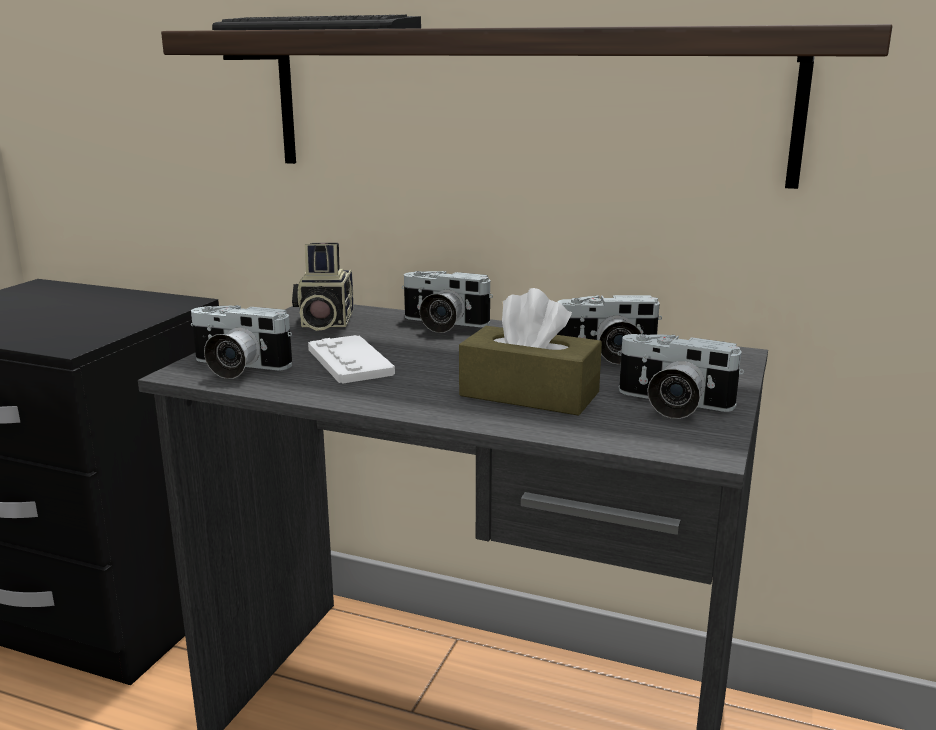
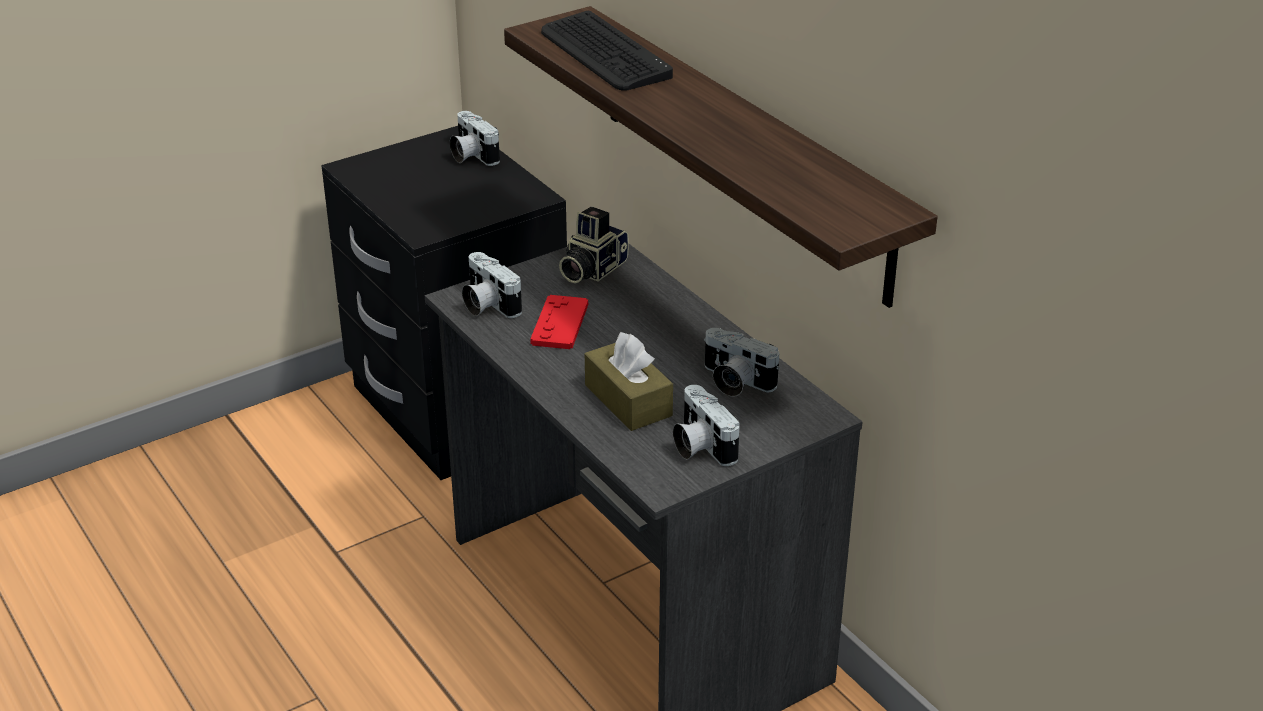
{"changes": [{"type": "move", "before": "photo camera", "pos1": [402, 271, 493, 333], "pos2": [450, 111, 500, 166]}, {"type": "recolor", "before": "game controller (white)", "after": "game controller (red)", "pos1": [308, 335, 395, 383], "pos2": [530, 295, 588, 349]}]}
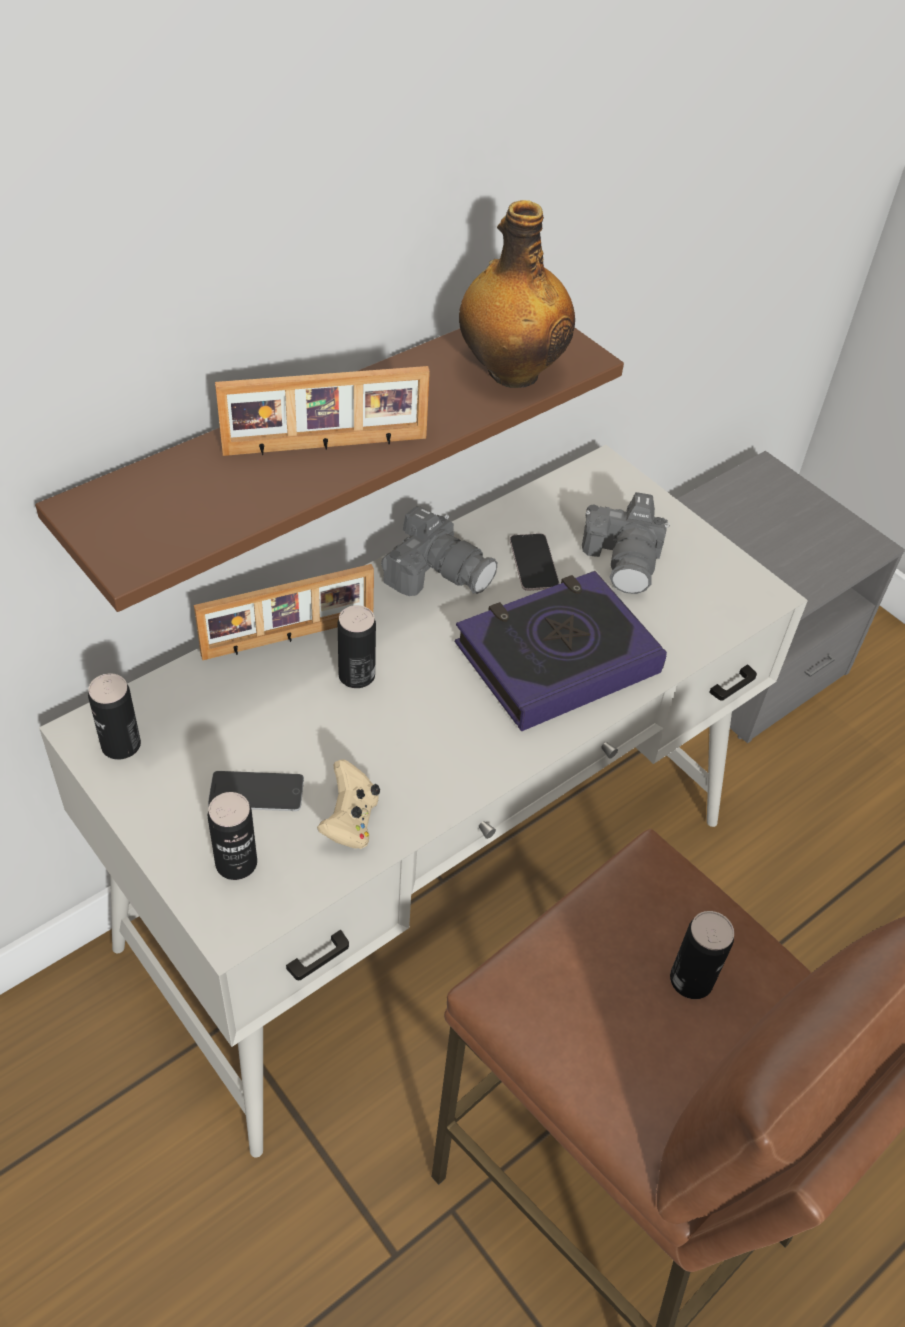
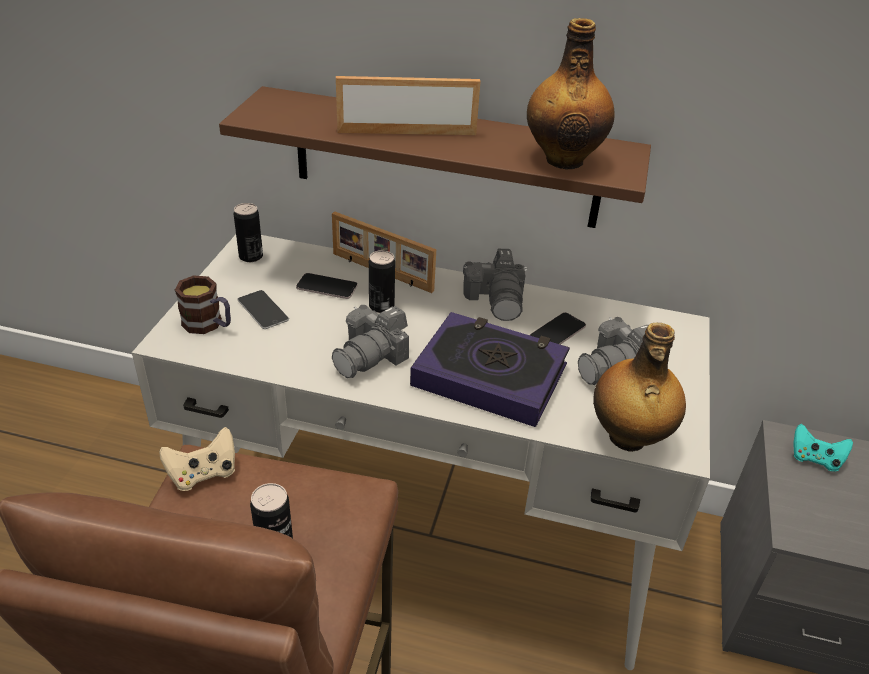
{"changes": [{"type": "move", "before": "game controller (beige)", "pos1": [317, 759, 380, 849], "pos2": [159, 427, 235, 491]}, {"type": "replace", "before": "can", "after": "mug", "pos1": [208, 792, 257, 880], "pos2": [175, 275, 231, 334]}, {"type": "insert", "after": "phone", "pos2": [296, 273, 358, 299]}, {"type": "insert", "after": "photo camera", "pos2": [332, 305, 409, 378]}, {"type": "rotate", "before": "picture frame", "pos1": [215, 366, 430, 456], "pos2": [336, 76, 481, 135], "turn": 135}, {"type": "insert", "after": "bottle", "pos2": [593, 323, 686, 452]}, {"type": "insert", "after": "game controller (turquoise)", "pos2": [793, 424, 853, 472]}]}
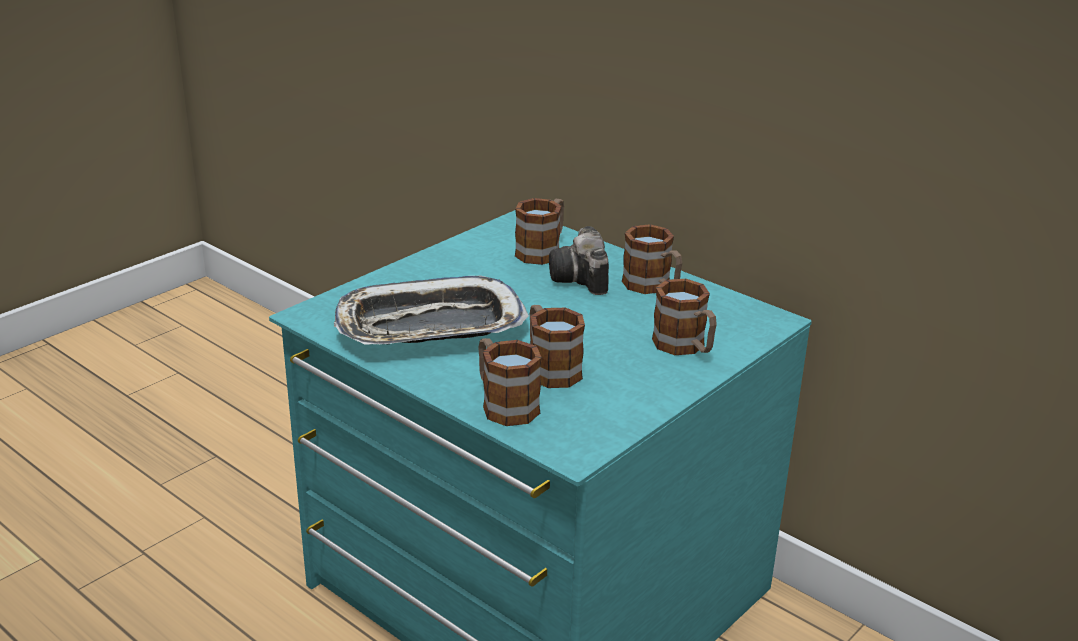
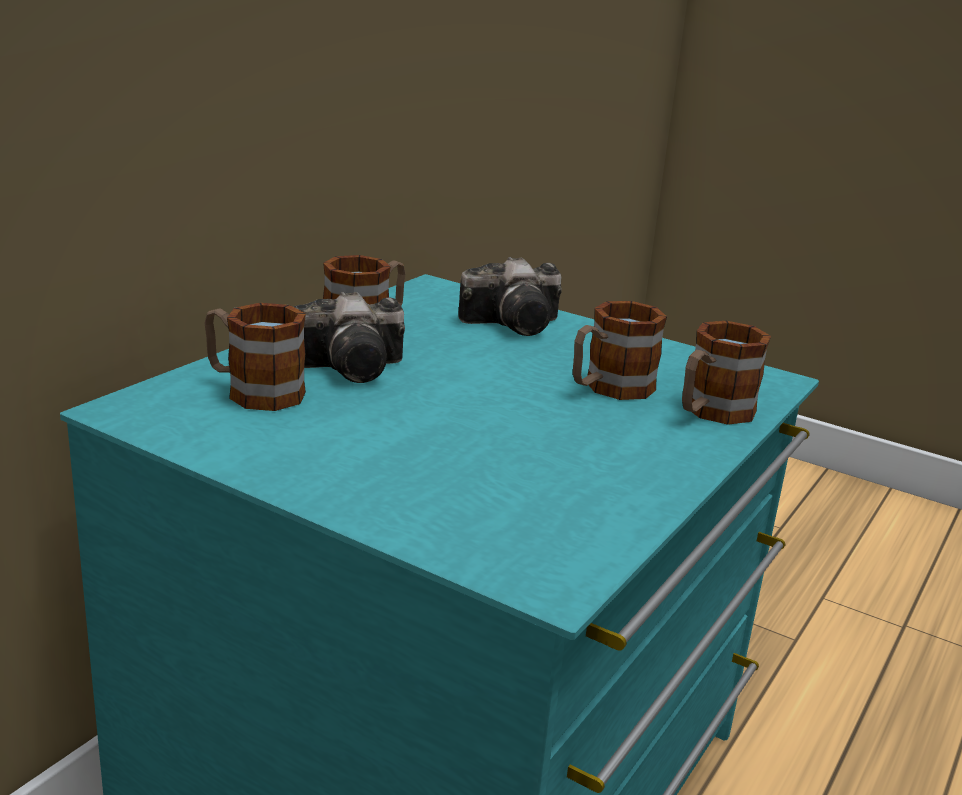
{"changes": [{"type": "replace", "before": "mug", "after": "photo camera", "pos1": [652, 279, 717, 355], "pos2": [458, 257, 562, 336]}, {"type": "delete", "before": "tray", "pos1": [334, 275, 529, 345]}]}
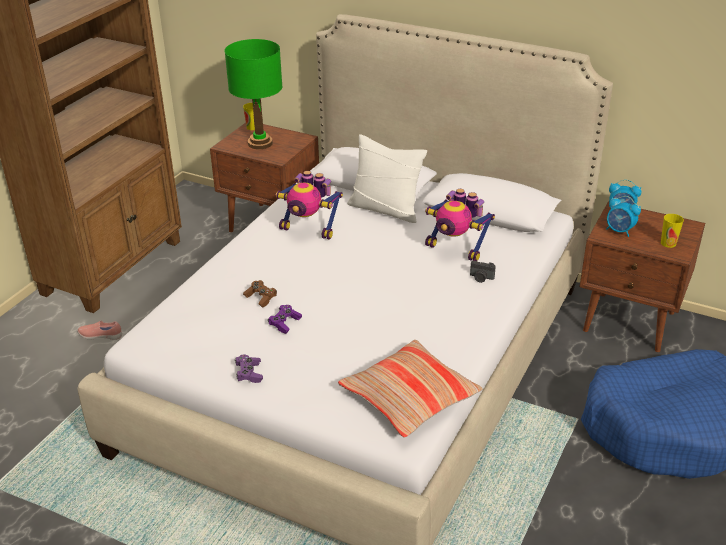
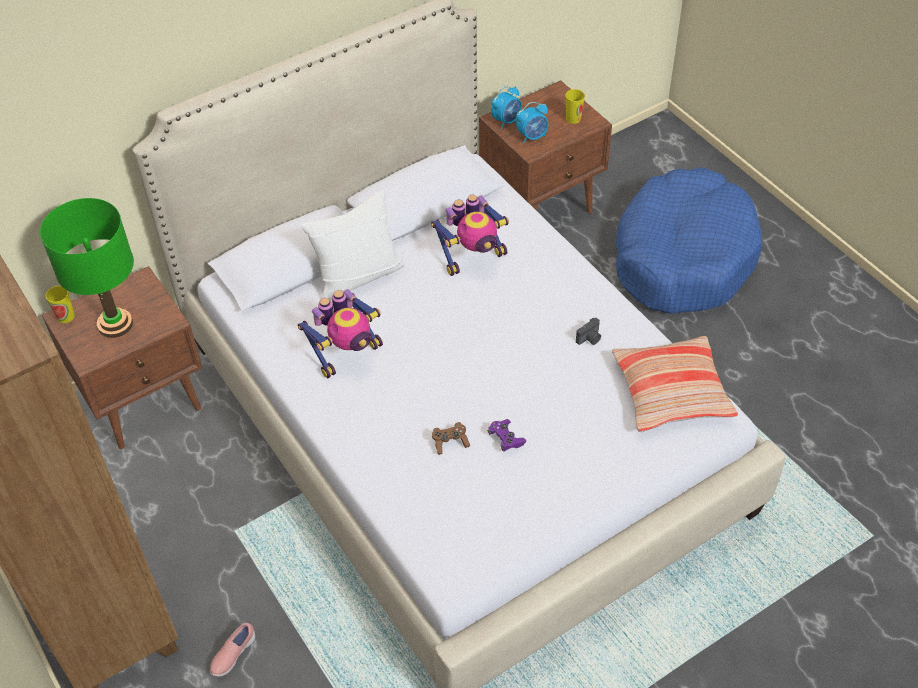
{"changes": [{"type": "move", "before": "photo camera", "pos1": [470, 261, 496, 283], "pos2": [576, 318, 601, 345]}, {"type": "delete", "before": "game controller (purple)", "pos1": [235, 354, 263, 383]}]}
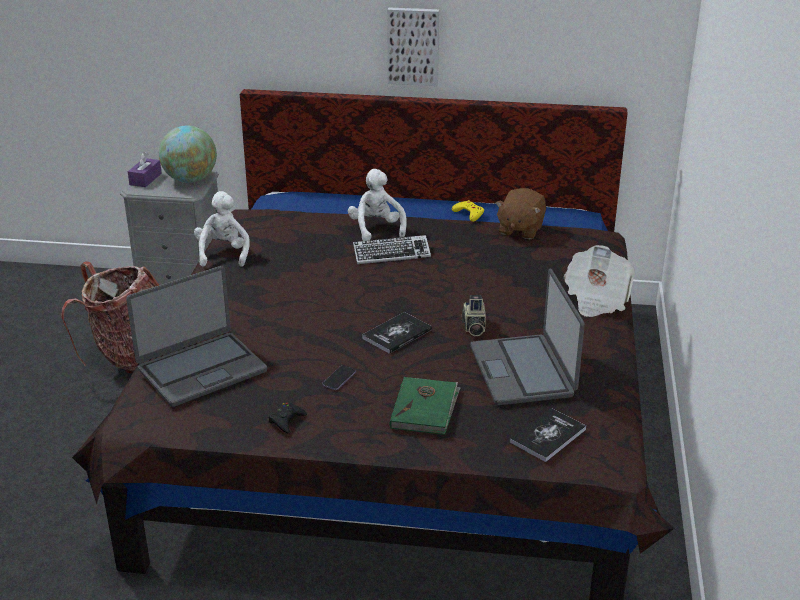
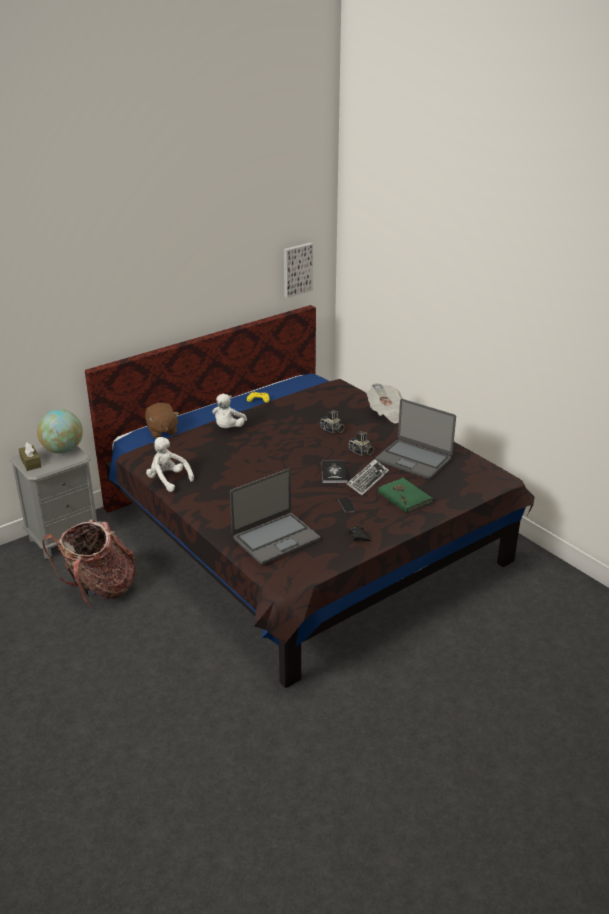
{"changes": [{"type": "recolor", "before": "tissue box (purple)", "after": "tissue box (brown)", "pos1": [128, 152, 162, 187], "pos2": [19, 442, 41, 471]}, {"type": "move", "before": "plush toy (brown)", "pos1": [496, 188, 546, 239], "pos2": [145, 403, 179, 438]}, {"type": "rotate", "before": "plush toy (white)", "pos1": [348, 169, 407, 241], "pos2": [212, 394, 247, 428], "turn": -105}, {"type": "rotate", "before": "laptop", "pos1": [126, 266, 267, 407], "pos2": [230, 469, 320, 565], "turn": 45}, {"type": "move", "before": "picture", "pos1": [387, 7, 439, 86], "pos2": [284, 243, 313, 298]}, {"type": "insert", "after": "photo camera", "pos2": [320, 410, 344, 433]}, {"type": "move", "before": "keyboard", "pos1": [353, 235, 431, 264], "pos2": [347, 459, 389, 496]}, {"type": "delete", "before": "book", "pos1": [510, 408, 586, 462]}]}
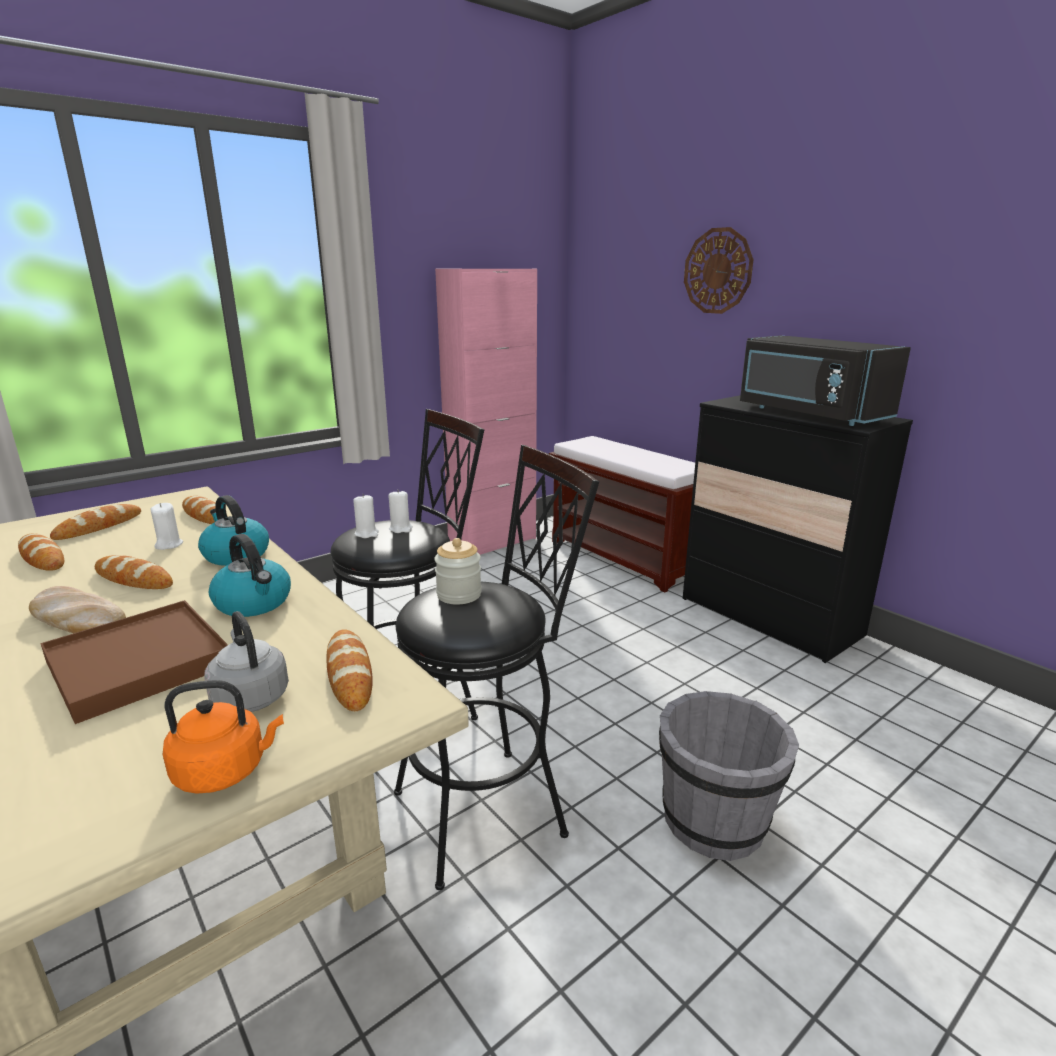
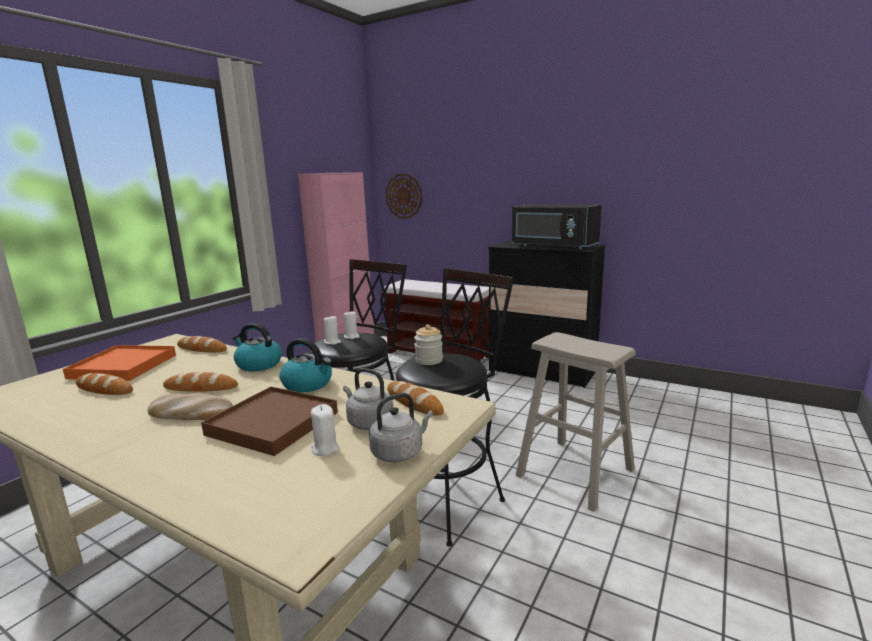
{"changes": [{"type": "replace", "before": "bread", "after": "tray (orange)", "pos1": [50, 504, 141, 540], "pos2": [63, 345, 176, 381]}, {"type": "move", "before": "candle (white)", "pos1": [151, 503, 183, 550], "pos2": [311, 404, 339, 456]}, {"type": "recolor", "before": "kettle (orange)", "after": "kettle (grey)", "pos1": [163, 680, 284, 794], "pos2": [369, 393, 433, 463]}, {"type": "move", "before": "wall clock", "pos1": [684, 227, 754, 314], "pos2": [386, 174, 422, 219]}, {"type": "replace", "before": "bucket (grey)", "after": "stool (beige)", "pos1": [659, 691, 799, 861], "pos2": [515, 332, 636, 512]}]}
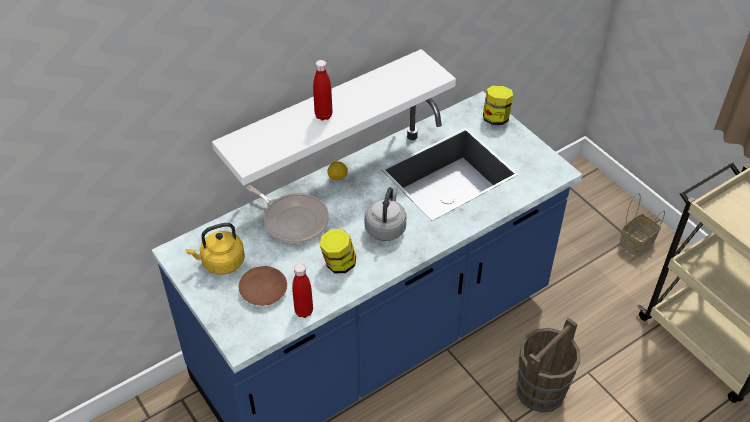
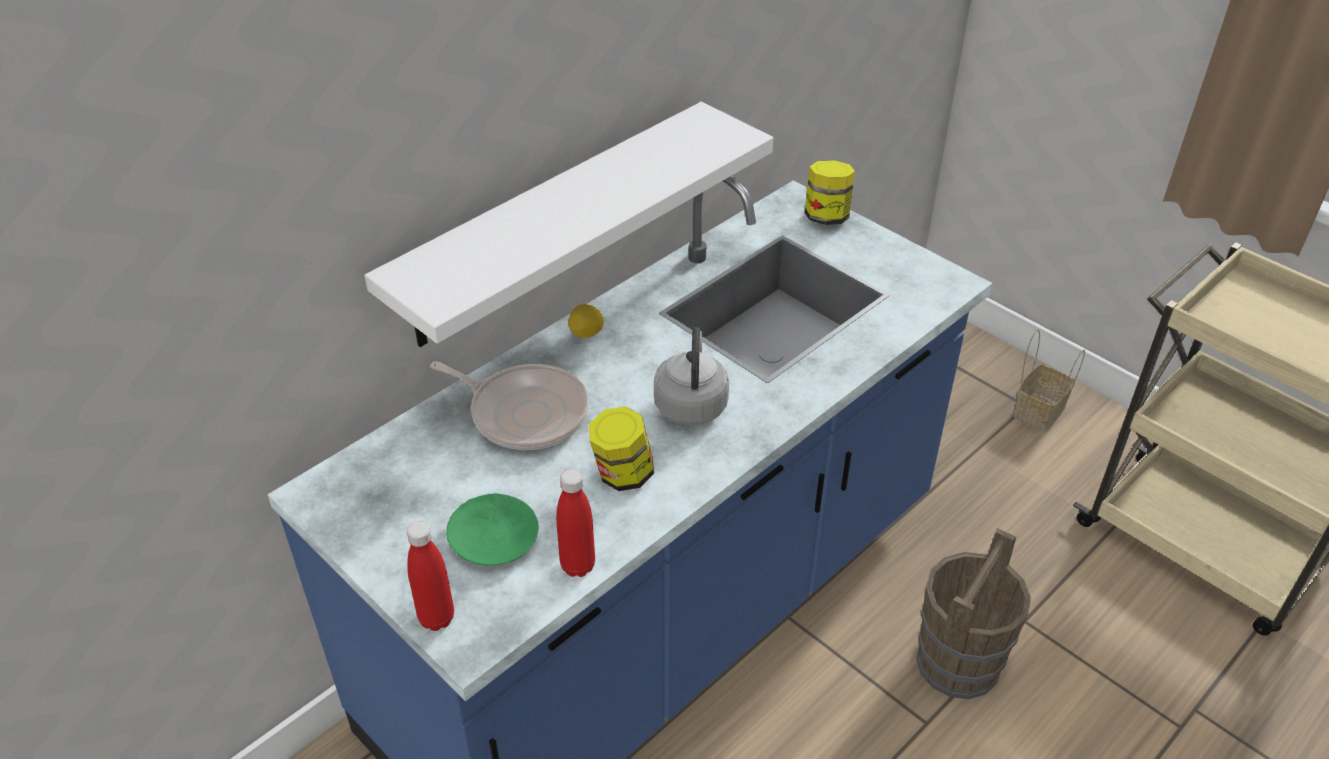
{"changes": [{"type": "move", "before": "bottle (red)", "pos1": [313, 60, 332, 120], "pos2": [407, 521, 454, 631]}, {"type": "recolor", "before": "plate (brown)", "after": "plate (green)", "pos1": [239, 266, 287, 306], "pos2": [446, 493, 539, 566]}, {"type": "delete", "before": "kettle (yellow)", "pos1": [186, 223, 245, 275]}]}
